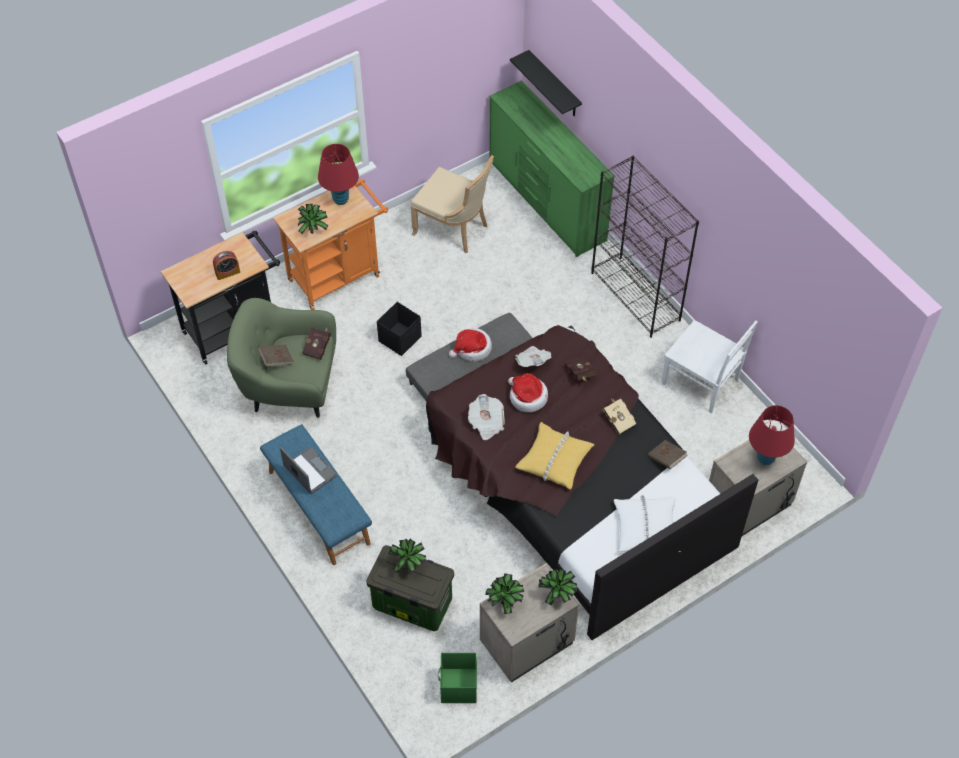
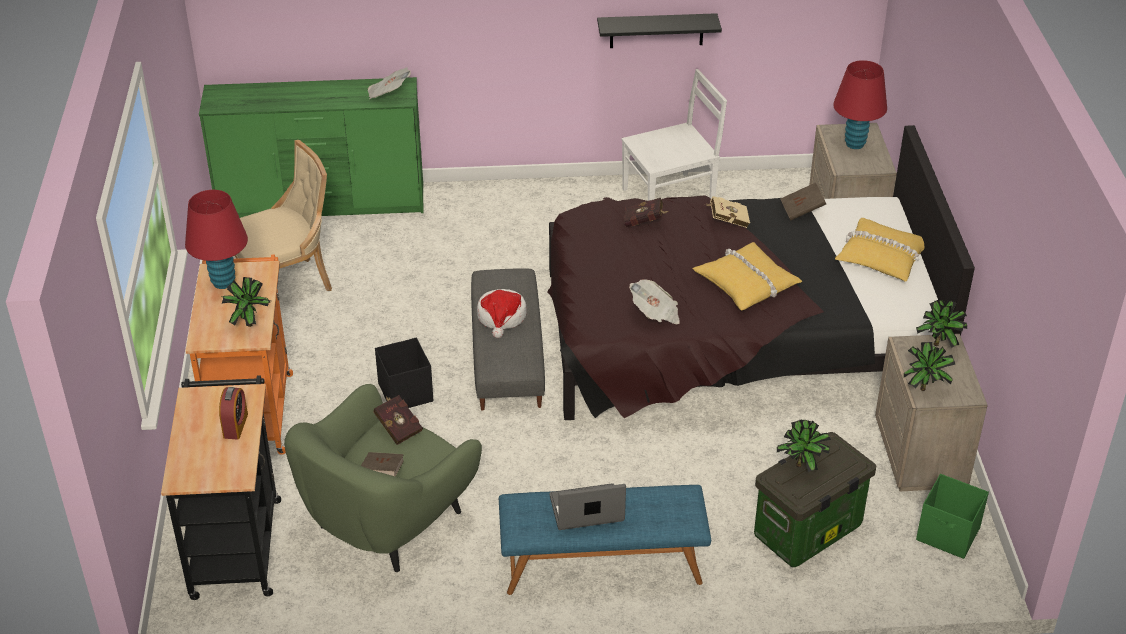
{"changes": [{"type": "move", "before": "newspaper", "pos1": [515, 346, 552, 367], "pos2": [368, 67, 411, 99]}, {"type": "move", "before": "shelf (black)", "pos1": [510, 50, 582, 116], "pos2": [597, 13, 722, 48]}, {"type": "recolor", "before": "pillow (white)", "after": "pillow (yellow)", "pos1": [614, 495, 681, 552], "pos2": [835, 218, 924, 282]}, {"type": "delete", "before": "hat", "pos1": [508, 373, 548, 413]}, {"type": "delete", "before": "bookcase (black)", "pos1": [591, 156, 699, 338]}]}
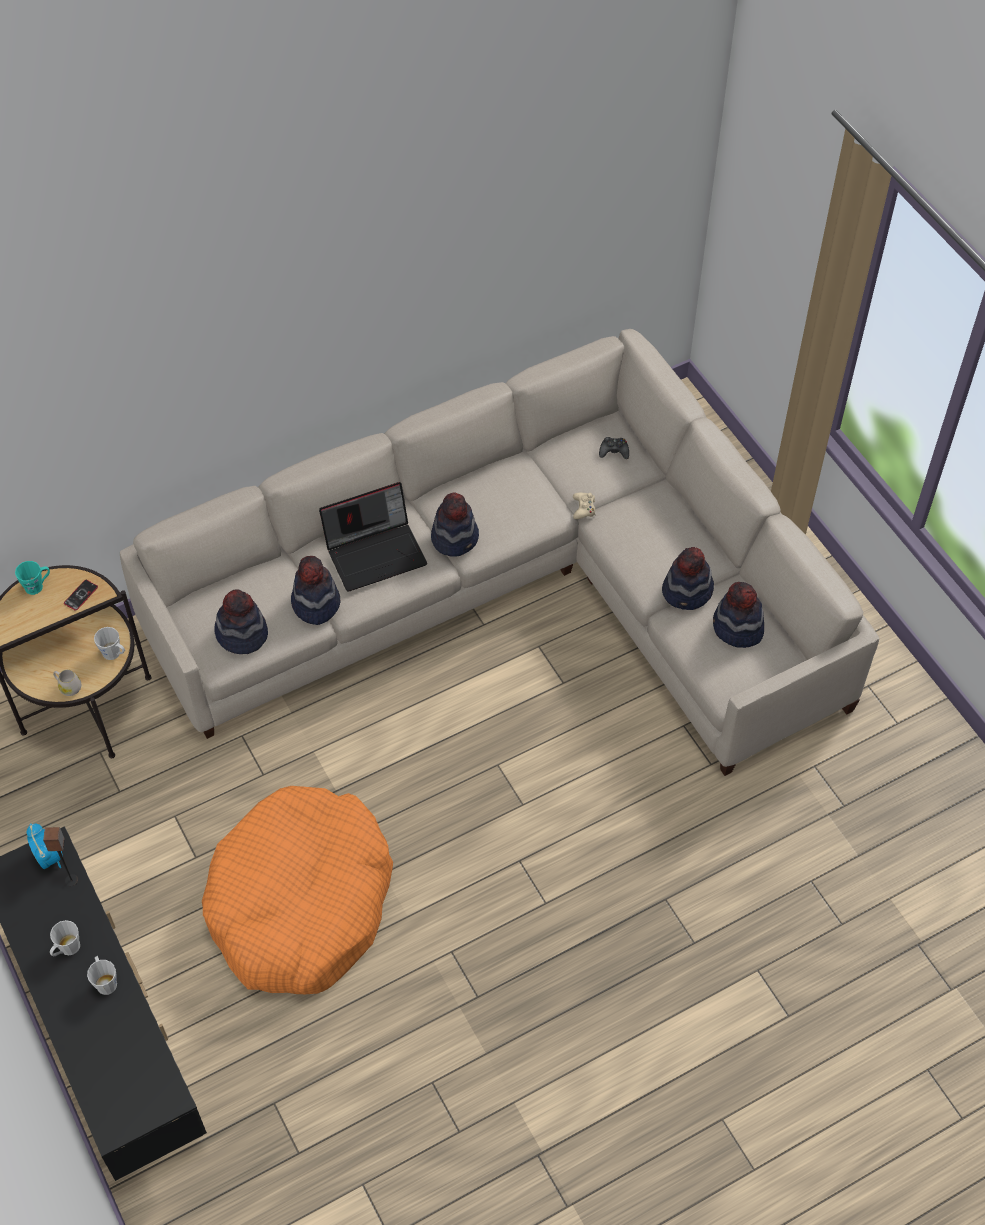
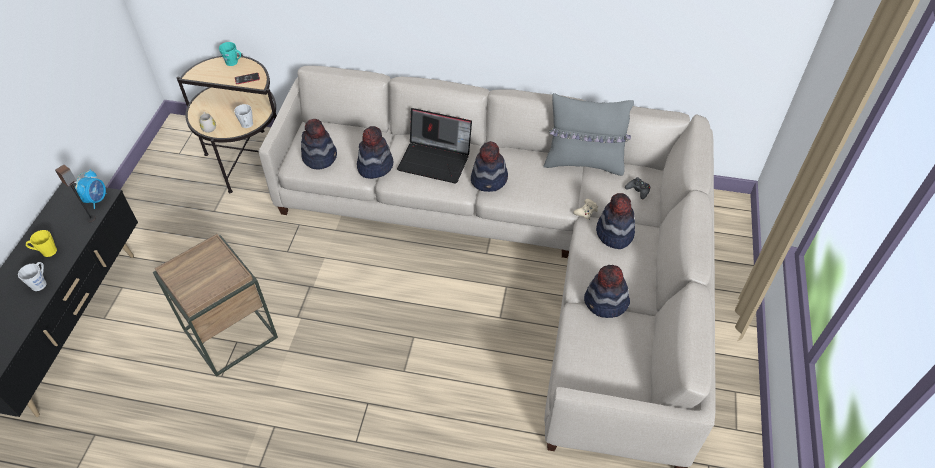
{"changes": [{"type": "recolor", "before": "mug (grey)", "after": "mug (yellow)", "pos1": [50, 920, 80, 956], "pos2": [26, 230, 57, 257]}, {"type": "replace", "before": "dog bed (orange)", "after": "side table (brown)", "pos1": [202, 786, 393, 994], "pos2": [153, 234, 278, 377]}, {"type": "insert", "after": "pillow (grey)", "pos2": [544, 93, 634, 176]}, {"type": "move", "before": "hat", "pos1": [713, 582, 764, 648], "pos2": [596, 193, 635, 249]}]}
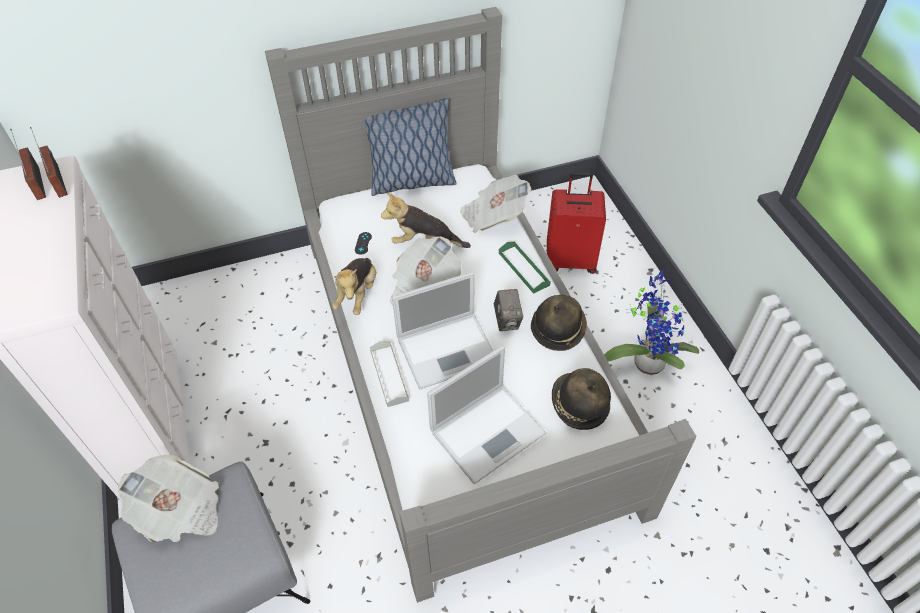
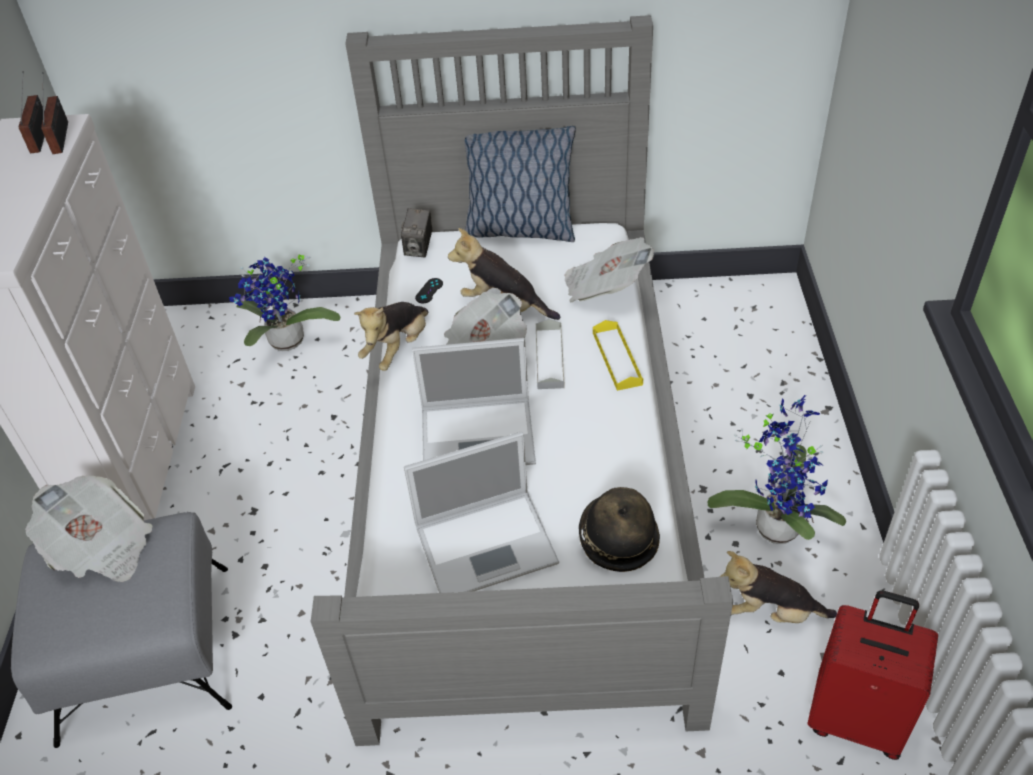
{"changes": [{"type": "insert", "after": "potted plant", "pos2": [229, 255, 340, 351]}, {"type": "move", "before": "photo camera", "pos1": [494, 289, 523, 331], "pos2": [401, 208, 432, 257]}, {"type": "move", "before": "tray (grey)", "pos1": [370, 342, 409, 407], "pos2": [536, 319, 565, 389]}, {"type": "recolor", "before": "tray (green)", "after": "tray (yellow)", "pos1": [499, 242, 551, 294], "pos2": [593, 320, 643, 391]}, {"type": "insert", "after": "plush toy", "pos2": [720, 551, 837, 623]}, {"type": "move", "before": "suitcase (red)", "pos1": [547, 172, 606, 274], "pos2": [807, 590, 938, 760]}, {"type": "delete", "before": "hat", "pos1": [531, 295, 587, 351]}]}
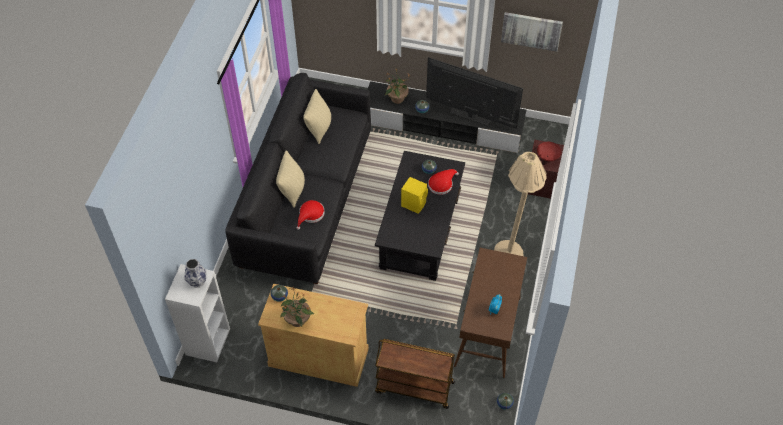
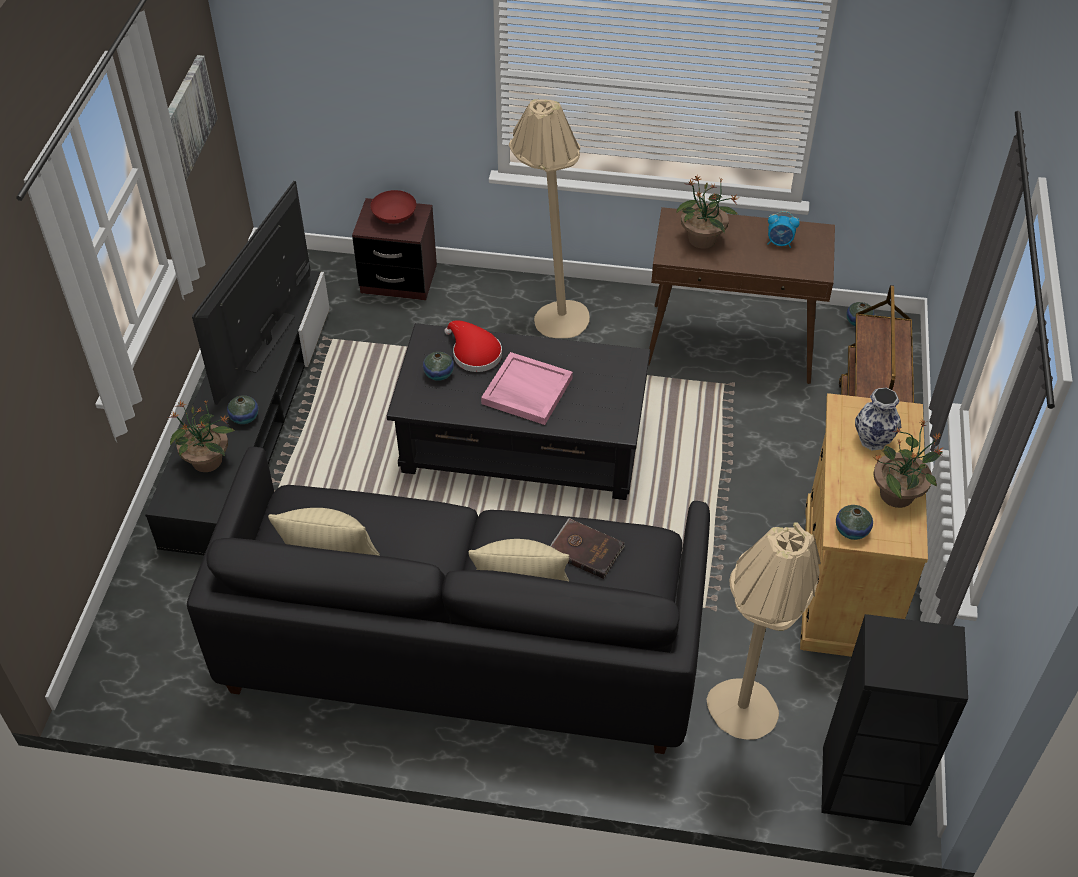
{"changes": [{"type": "replace", "before": "speaker (yellow)", "after": "tray (pink)", "pos1": [401, 177, 428, 214], "pos2": [481, 352, 573, 425]}, {"type": "replace", "before": "hat (red)", "after": "book (brown)", "pos1": [296, 200, 325, 230], "pos2": [550, 518, 625, 579]}, {"type": "insert", "after": "potted plant", "pos2": [676, 175, 739, 249]}, {"type": "insert", "after": "floor lamp (beige)", "pos2": [707, 522, 821, 740]}, {"type": "recolor", "before": "bookcase (white)", "after": "bookcase (black)", "pos1": [165, 264, 230, 362], "pos2": [821, 614, 968, 826]}, {"type": "move", "before": "vase", "pos1": [184, 259, 207, 288], "pos2": [855, 388, 901, 451]}]}
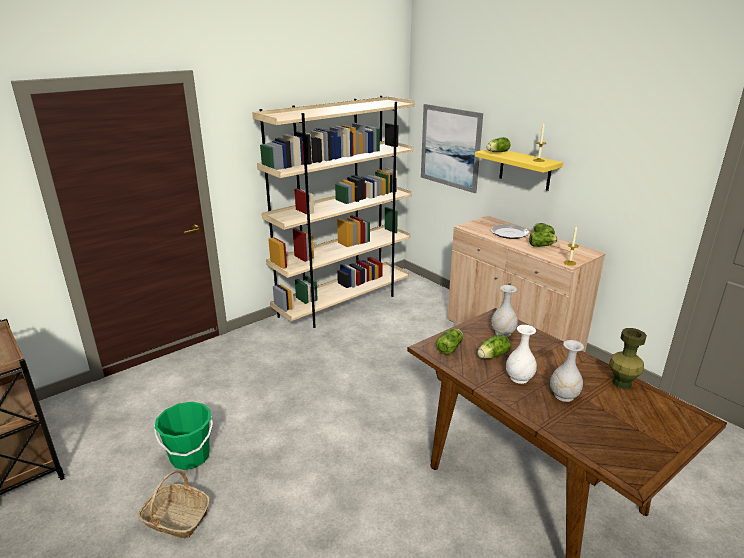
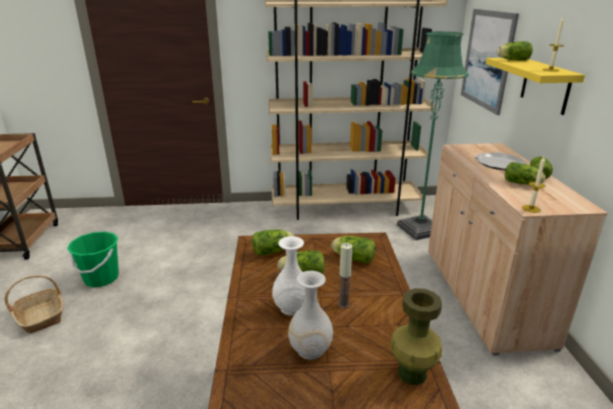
{"changes": [{"type": "replace", "before": "vase (white)", "after": "lettuce", "pos1": [491, 285, 518, 337], "pos2": [331, 236, 376, 264]}, {"type": "insert", "after": "candle", "pos2": [338, 243, 352, 308]}, {"type": "insert", "after": "floor lamp (green)", "pos2": [397, 32, 469, 241]}]}
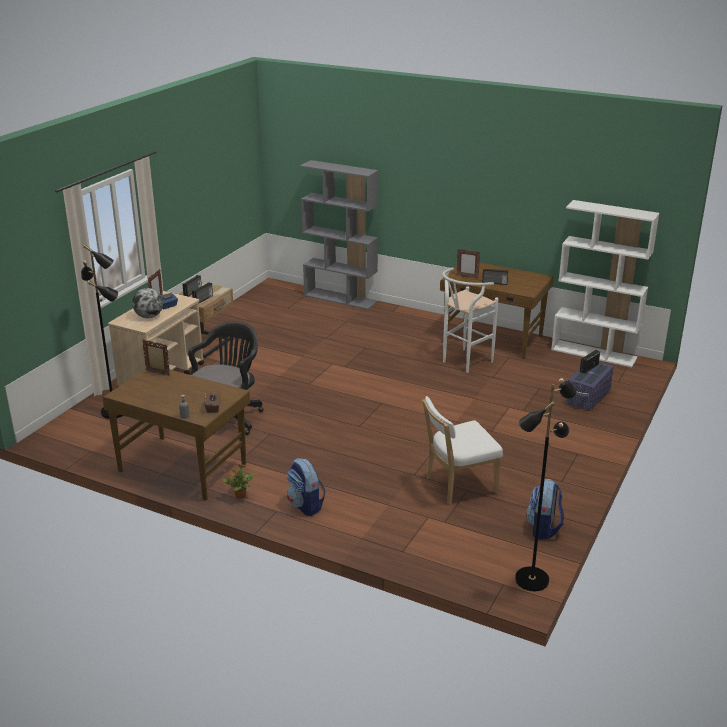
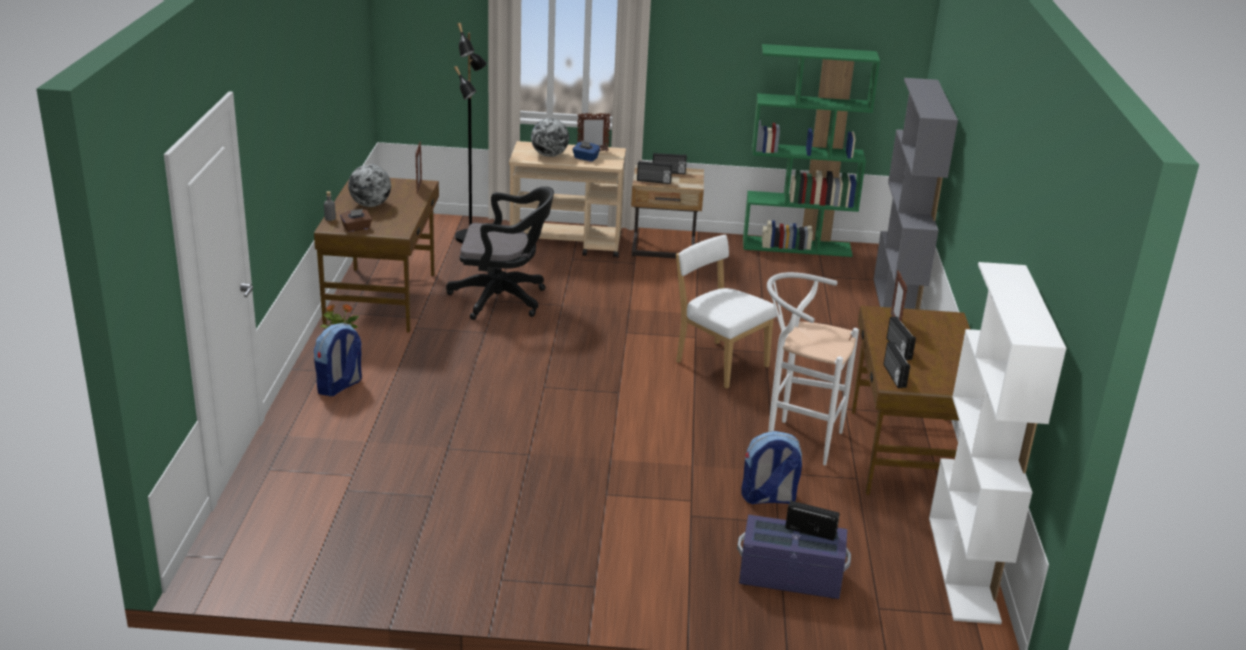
{"changes": [{"type": "insert", "after": "globe", "pos2": [348, 164, 391, 207]}, {"type": "move", "before": "chair (white)", "pos1": [422, 396, 503, 505], "pos2": [676, 235, 777, 388]}, {"type": "move", "before": "backpack", "pos1": [526, 479, 564, 540], "pos2": [741, 431, 802, 504]}, {"type": "insert", "after": "bookcase (green)", "pos2": [743, 44, 880, 257]}, {"type": "insert", "after": "radio", "pos2": [884, 342, 910, 388]}, {"type": "delete", "before": "floor lamp (black)", "pos1": [515, 378, 577, 591]}]}
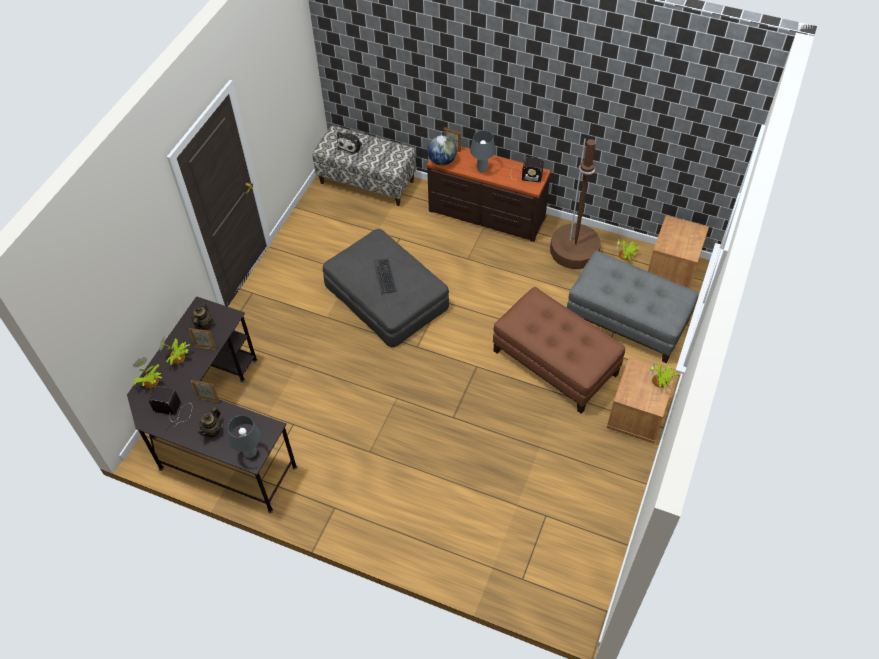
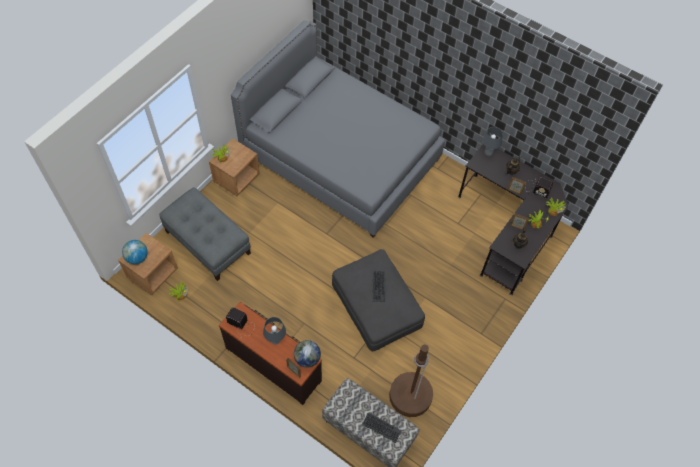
{"changes": [{"type": "insert", "after": "globe", "pos2": [122, 240, 148, 264]}, {"type": "insert", "after": "bed (grey)", "pos2": [231, 20, 445, 238]}, {"type": "replace", "before": "plush toy", "after": "keyboard", "pos1": [337, 132, 362, 154], "pos2": [362, 412, 402, 443]}, {"type": "move", "before": "floor lamp (brown)", "pos1": [550, 138, 601, 269], "pos2": [389, 345, 433, 417]}, {"type": "delete", "before": "ottoman (brown)", "pos1": [493, 287, 625, 414]}]}
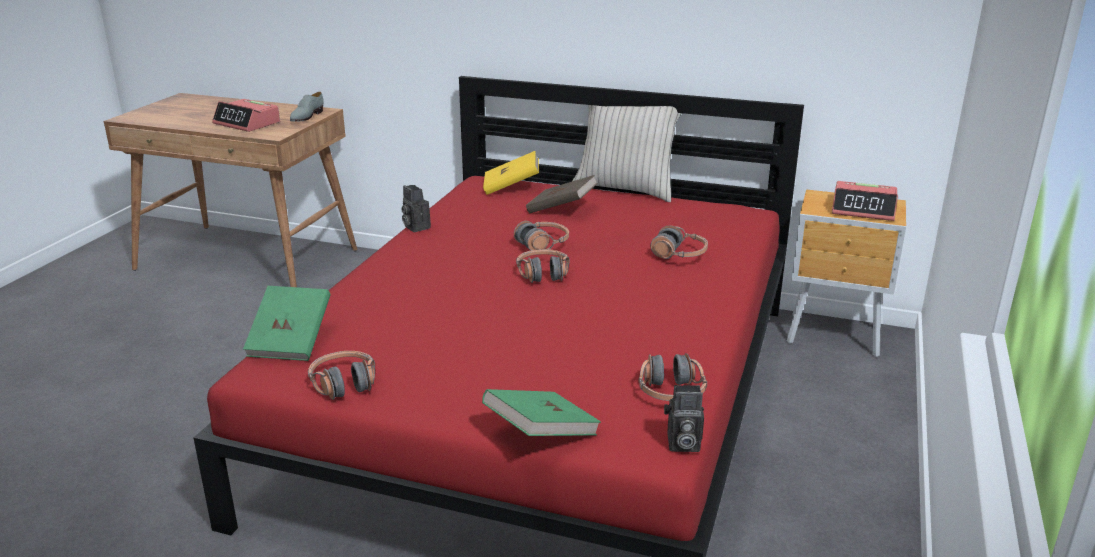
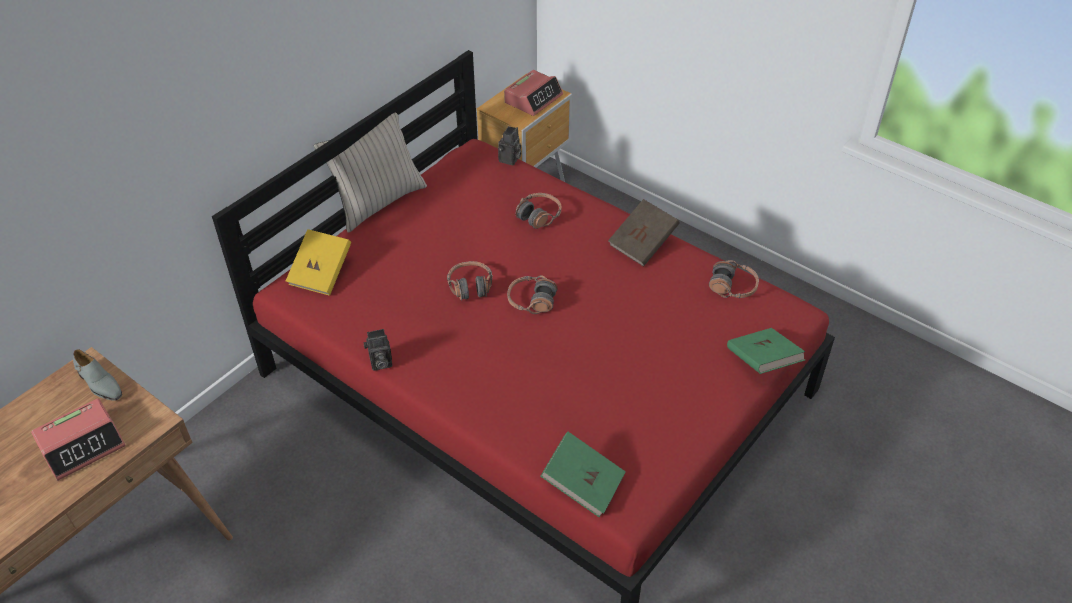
{"changes": [{"type": "move", "before": "photo camera", "pos1": [664, 385, 704, 452], "pos2": [498, 126, 522, 165]}, {"type": "move", "before": "book (brown)", "pos1": [526, 175, 598, 213], "pos2": [608, 199, 680, 267]}, {"type": "delete", "before": "headphones", "pos1": [308, 351, 375, 400]}]}
